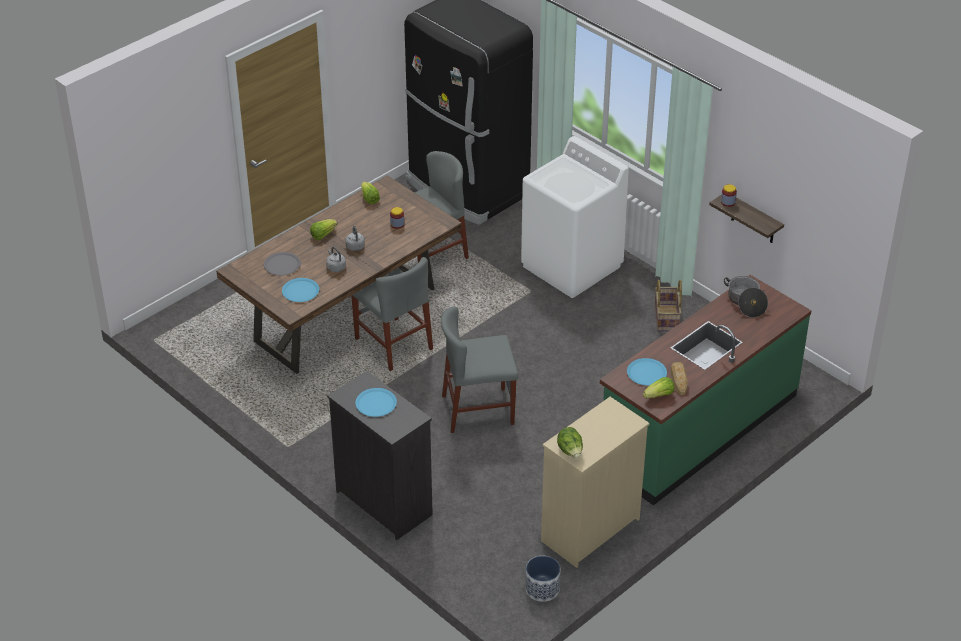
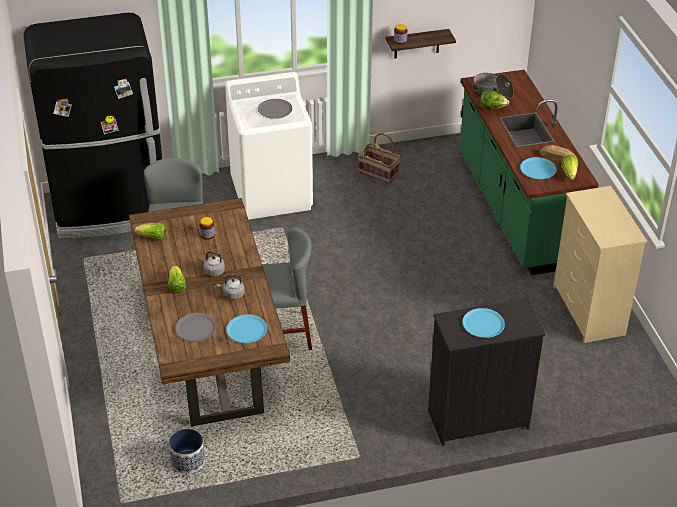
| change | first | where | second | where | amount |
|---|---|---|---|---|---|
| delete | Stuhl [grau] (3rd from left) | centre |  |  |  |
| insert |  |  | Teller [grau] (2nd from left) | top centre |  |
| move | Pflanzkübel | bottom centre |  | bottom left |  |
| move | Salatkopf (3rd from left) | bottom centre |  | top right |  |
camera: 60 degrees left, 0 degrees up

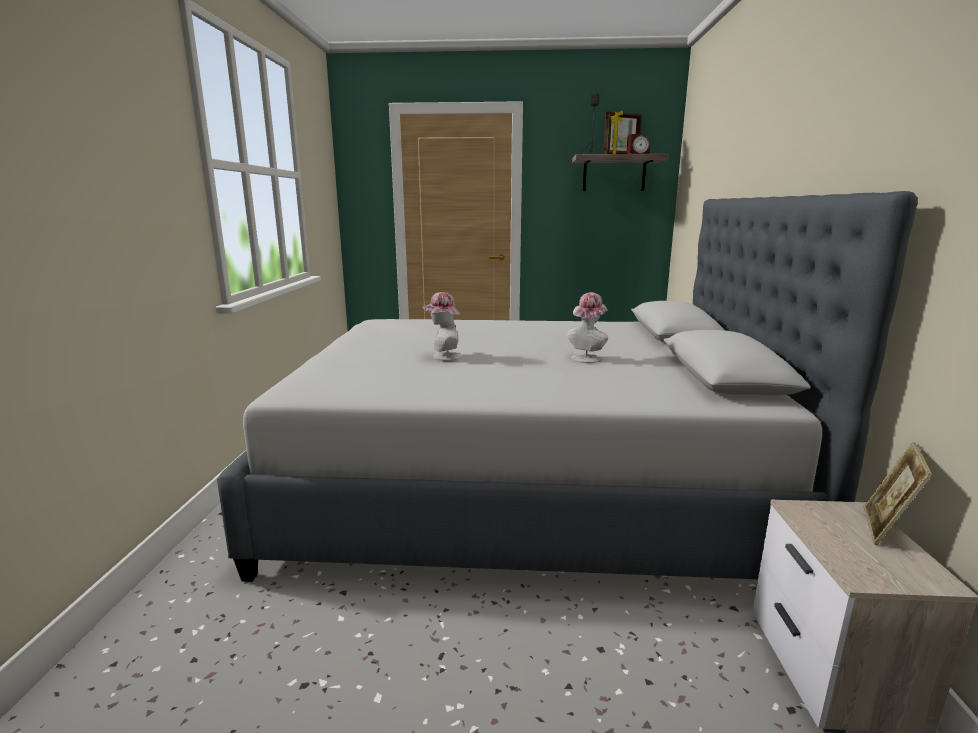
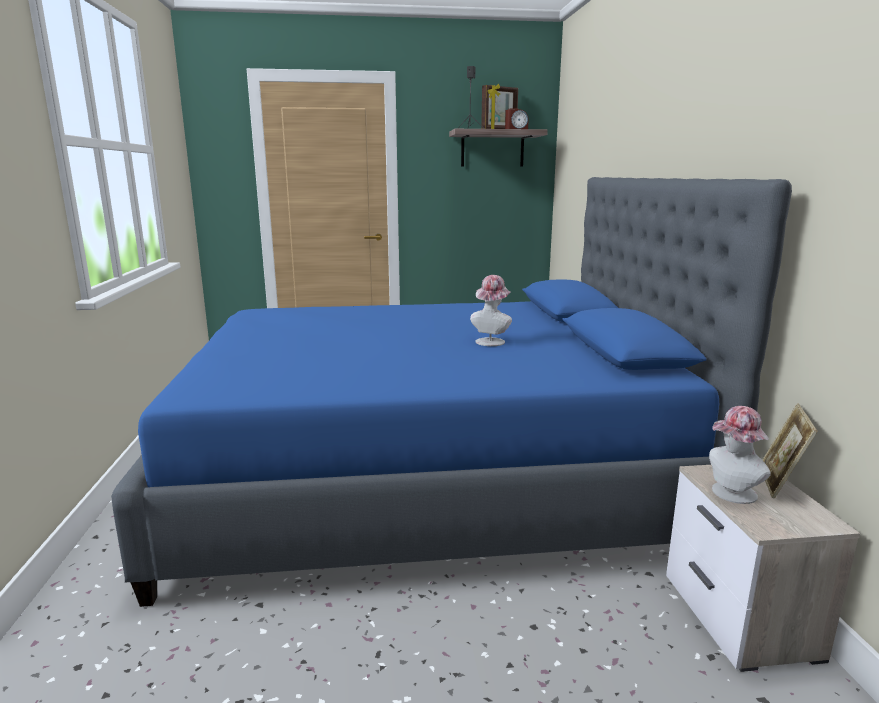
| change | first | where | second | where | amount |
|---|---|---|---|---|---|
| move | Hut (1st from left in the first image) | centre | Hut (2nd from left) | middle right |  |
| recolor | Bett [grau] | centre | Bett [blau] | centre |  |
camera: 10 degrees left, 0 degrees up

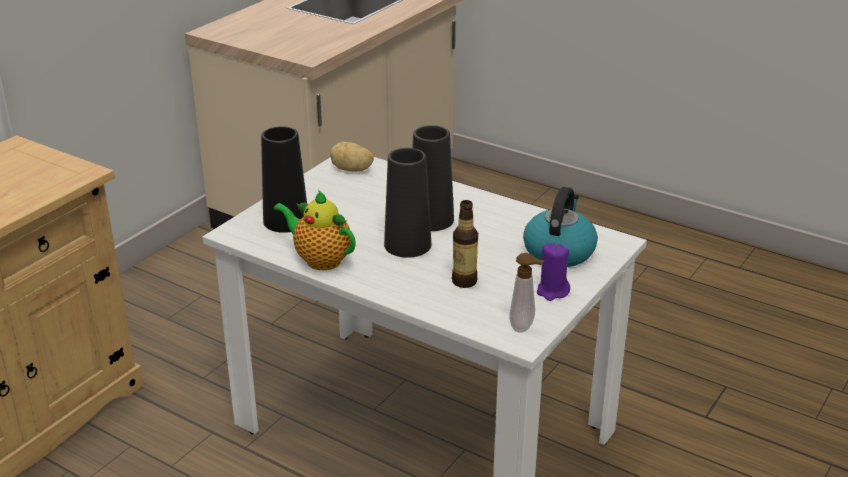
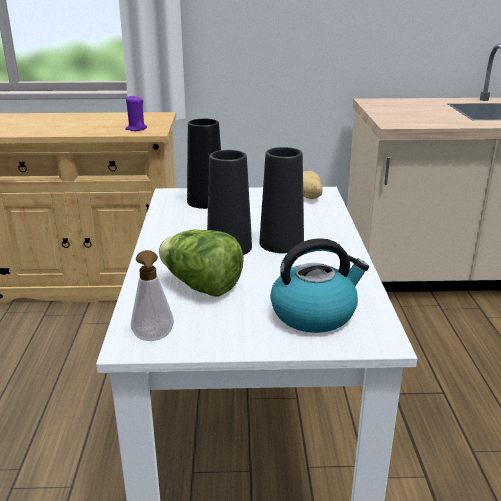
| change | first | where | second | where | amount |
|---|---|---|---|---|---|
| delete | Teekanne | centre |  |  |  |
| move | Kerze [lila] | centre |  | top left |  |
| replace | Flasche | centre | Salatkopf | centre |  |
camera: 55 degrees right, 5 degrees down

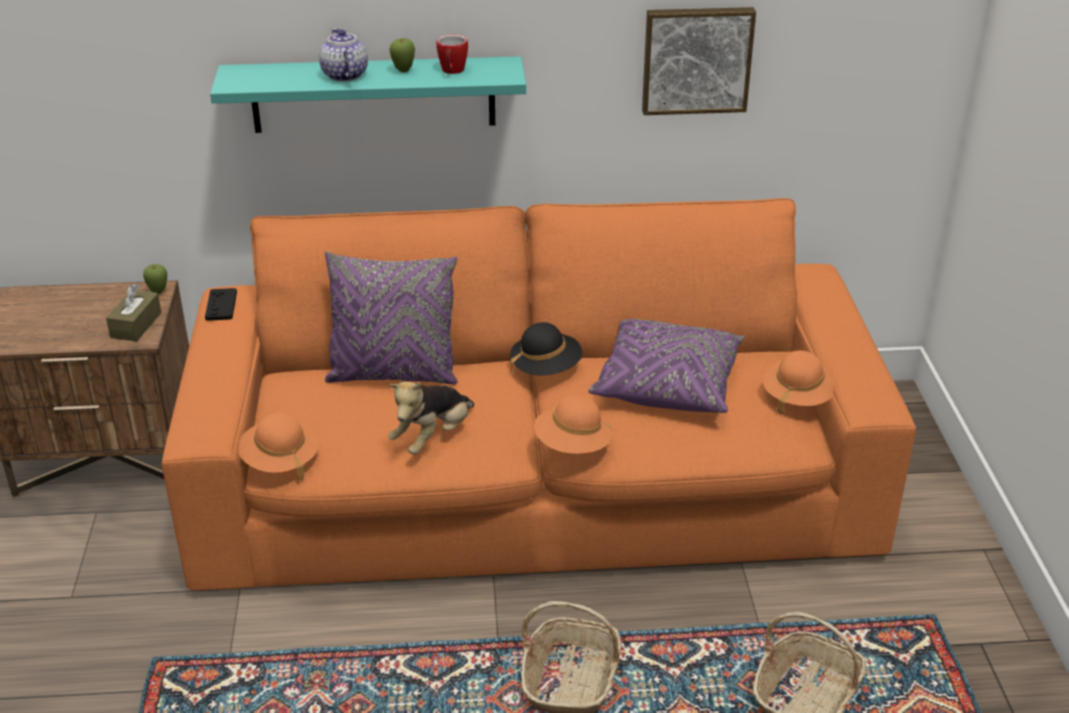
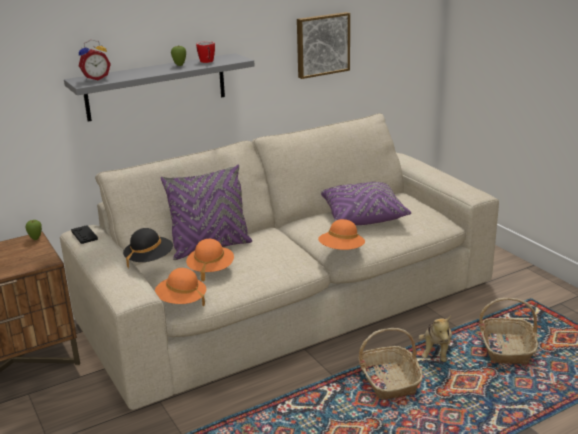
| change | first | where | second | where | amount |
|---|---|---|---|---|---|
| delete | Taschentuchbox [braun] | middle left |  |  |  |
| delete | Teekanne | top left |  |  |  |
| insert |  |  | Wecker | top left |  |
| move | Plüschtier | centre |  | bottom right |  |
| move | Hut [schwarz] | centre |  | middle left |  |
| move | Hut [orange] (3rd from left in the first image) | middle right | Hut [orange] (2nd from left) | centre |  |
| recolor | Sofa [orange] | centre | Sofa [beige] | centre |  |
| recolor | Wandregal [türkis] | top centre | Wandregal [grau] | top left |  |
camera: 25 degrees left, 10 degrees down

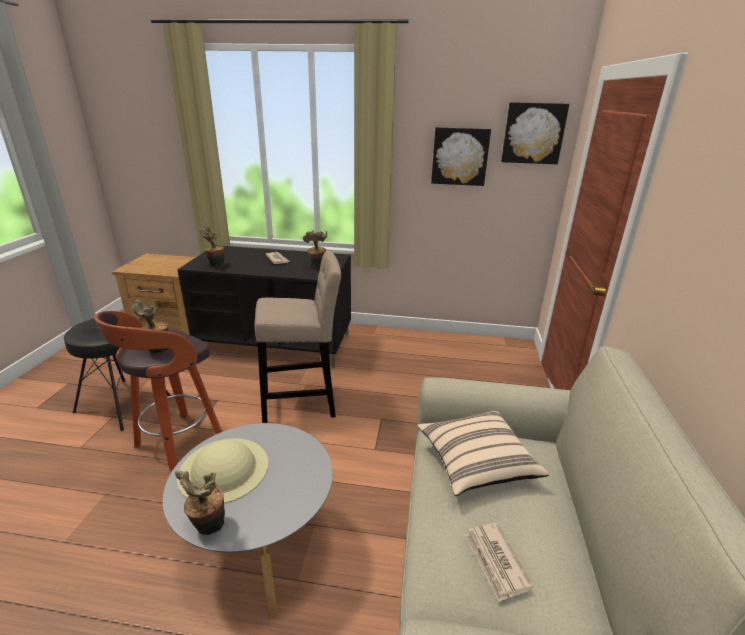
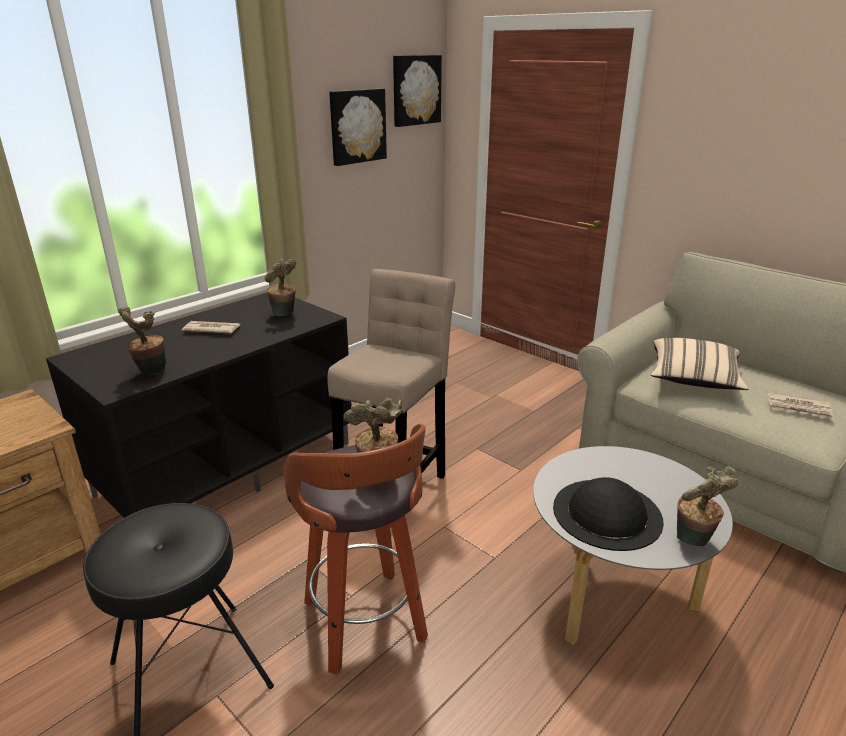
| change | first | where | second | where | amount |
|---|---|---|---|---|---|
| recolor | Hut [beige] | bottom left | Hut [schwarz] | bottom right |  |
camera: 55 degrees left, 0 degrees up

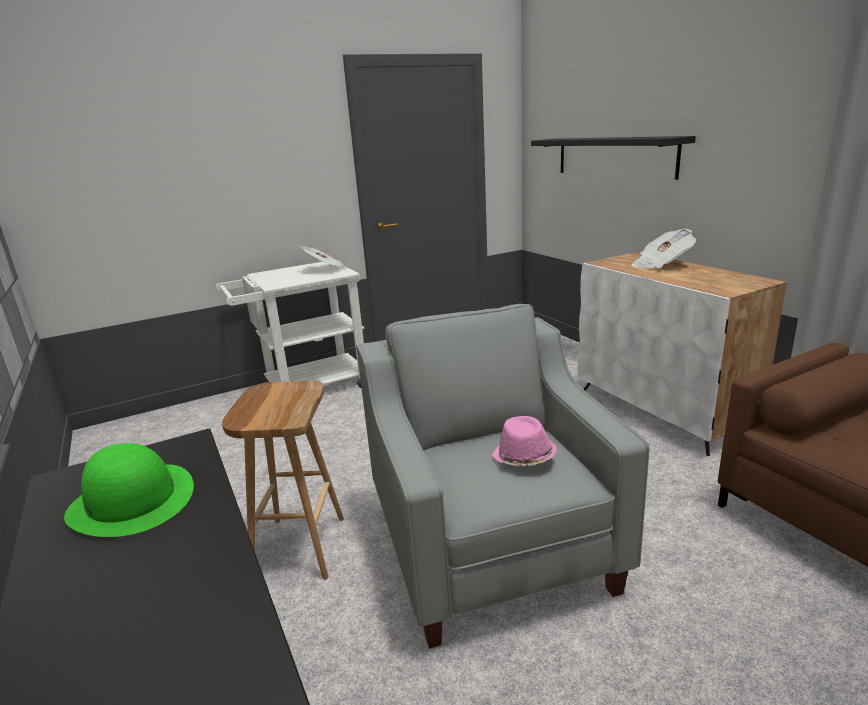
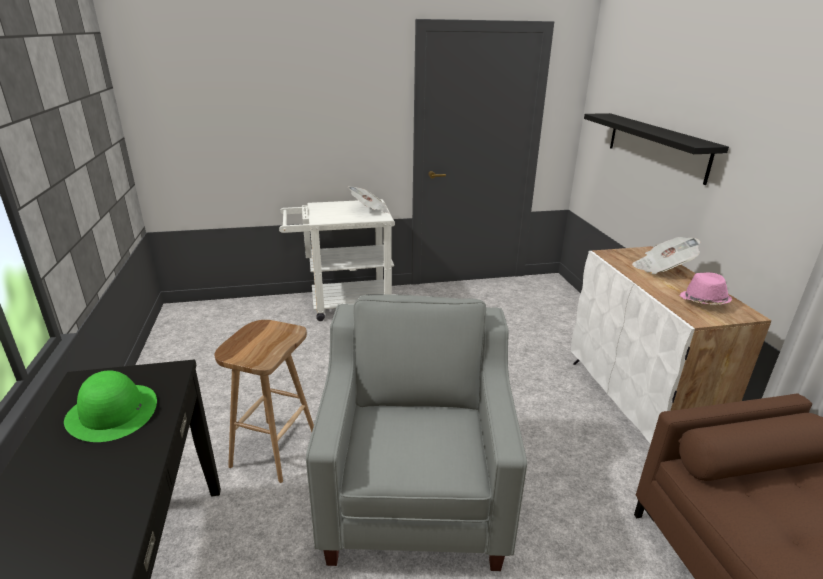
| change | first | where | second | where | amount |
|---|---|---|---|---|---|
| move | Hut [rosa] | centre |  | middle right |  |
camera: 15 degrees right, 5 degrees up

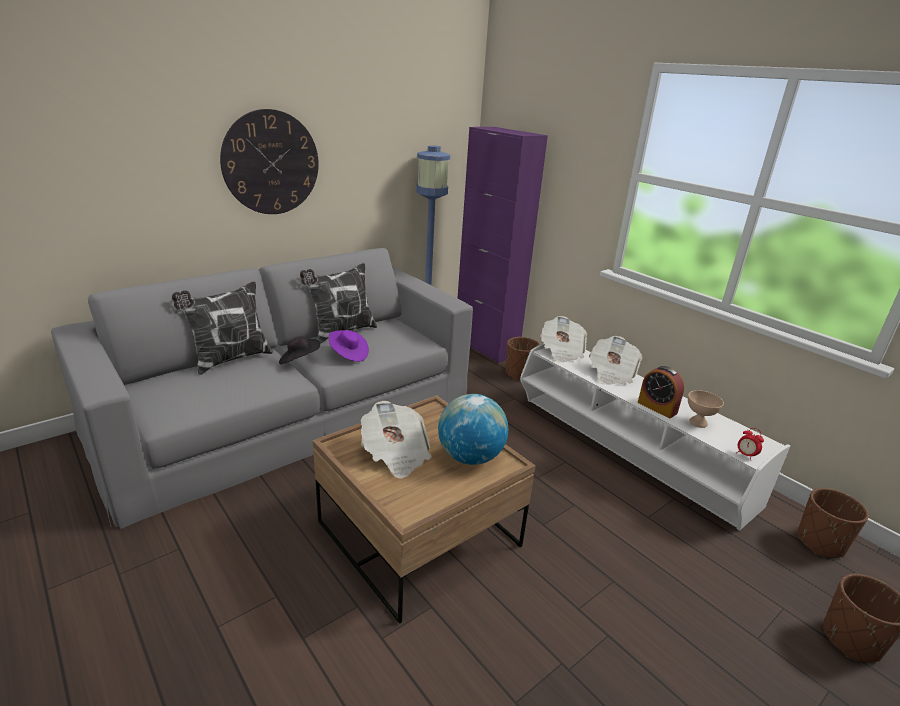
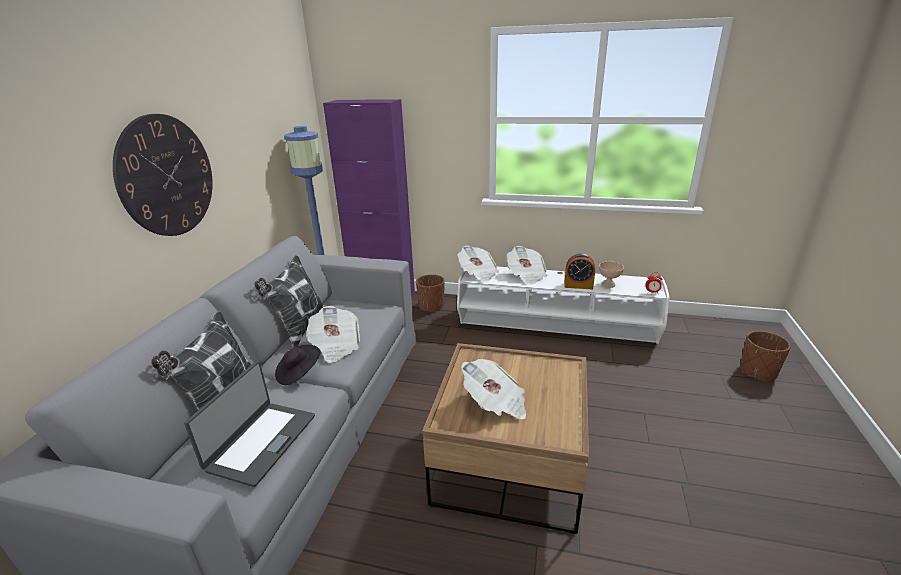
| change | first | where | second | where | amount |
|---|---|---|---|---|---|
| delete | Globus | centre |  |  |  |
| delete | Pflanzkübel [braun] (2nd from left) | bottom right |  |  |  |
| insert |  |  | Laptop | bottom left |  |
| replace | Hut [lila] | centre | Zeitung (1st from left) | centre |  |
camera: 35 degrees left, 0 degrees up

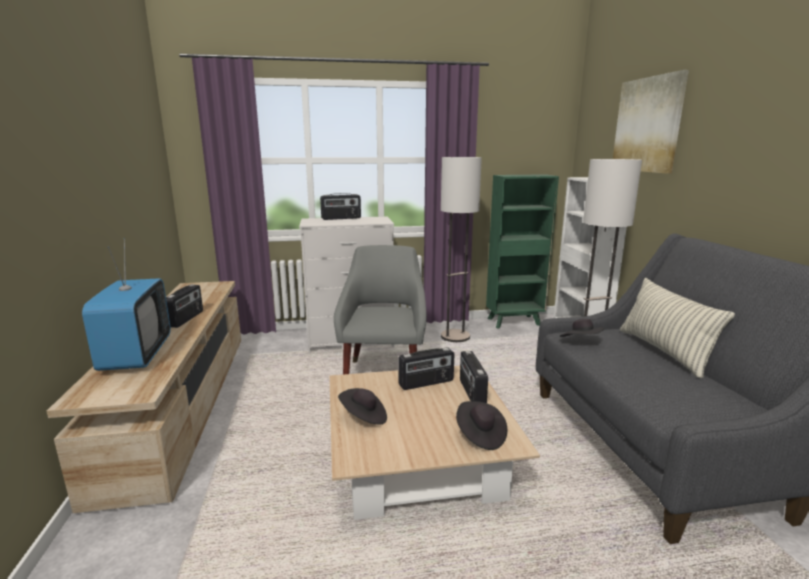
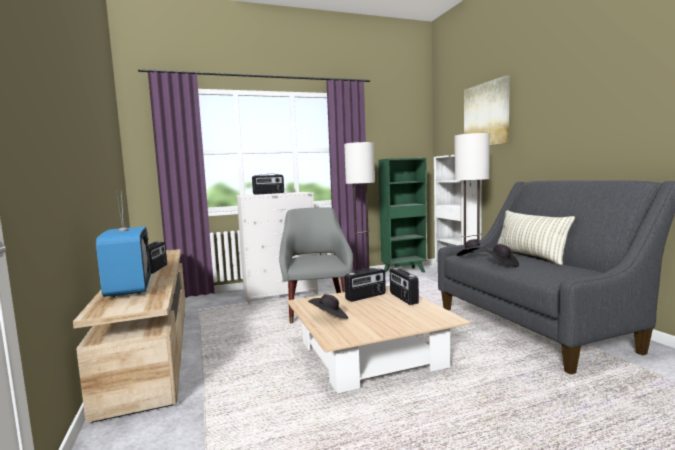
| change | first | where | second | where | amount |
|---|---|---|---|---|---|
| move | Hut [schwarz] (2nd from left in the first image) | bottom centre | Hut [schwarz] (3rd from left) | middle right |  |
camera: 10 degrees left, 10 degrees down

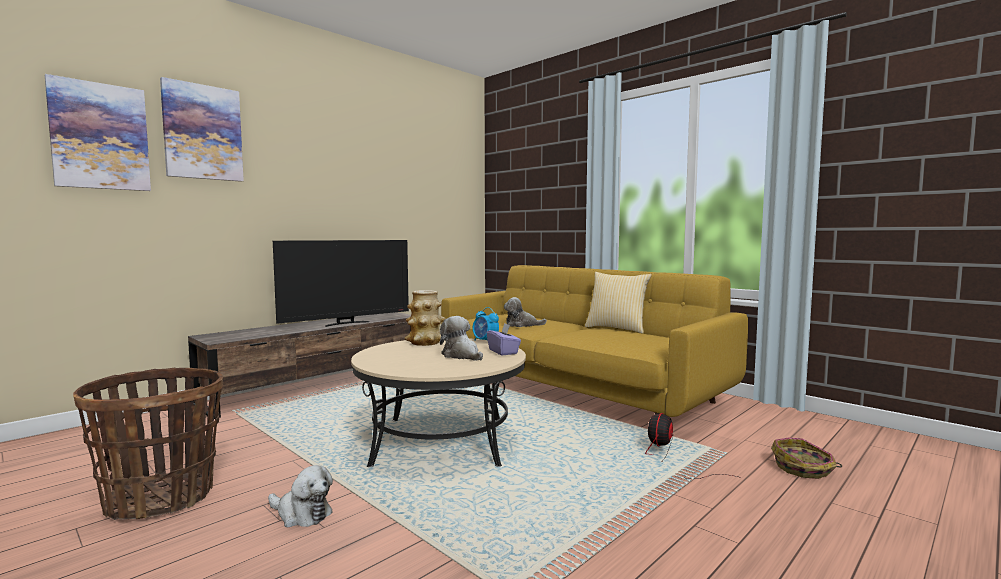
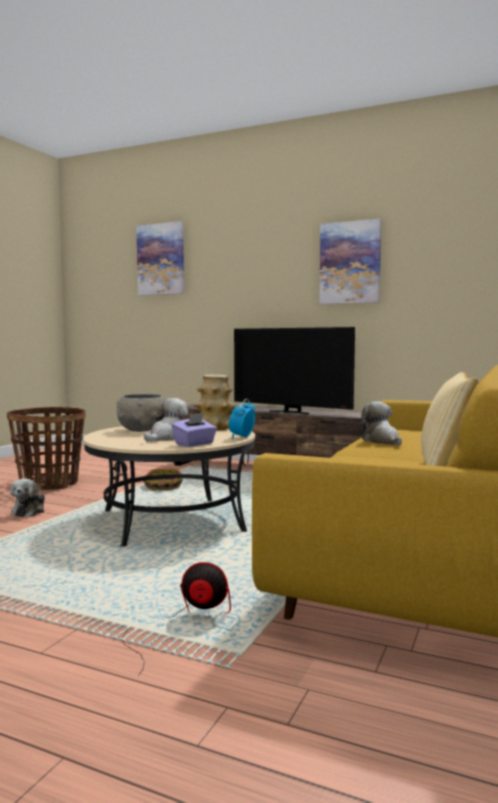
| change | first | where | second | where | amount |
|---|---|---|---|---|---|
| insert |  |  | Schüssel [grau] | middle left |  |
| move | Bild (2nd from left) | top left |  | top right |  |
| move | Korb (2nd from left) | bottom right |  | middle left |  |
camera: 70 degrees right, 0 degrees up

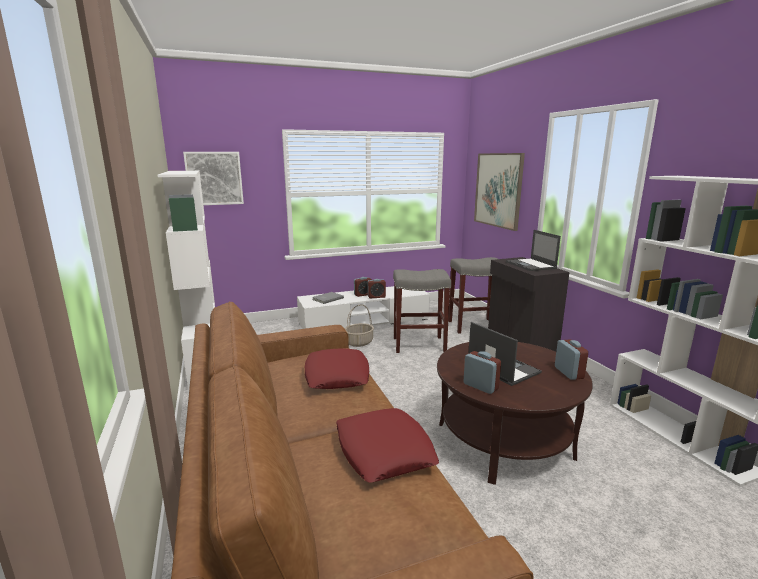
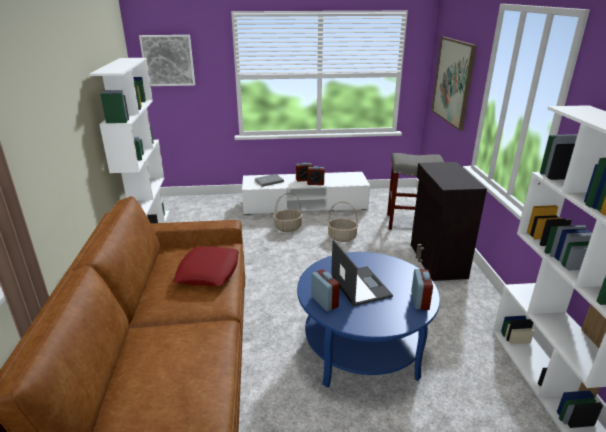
| change | first | where | second | where | amount |
|---|---|---|---|---|---|
| delete | Kissen [rot] (2nd from left) | bottom centre |  |  |  |
| delete | Laptop (2nd from left) | middle right |  |  |  |
| replace | Hocker [grau] (1st from left) | centre | Korb (2nd from left) | centre |  |
| recolor | Couchtisch [braun] | bottom right | Couchtisch [blau] | bottom centre |  |
camera: 15 degrees right, 10 degrees up

